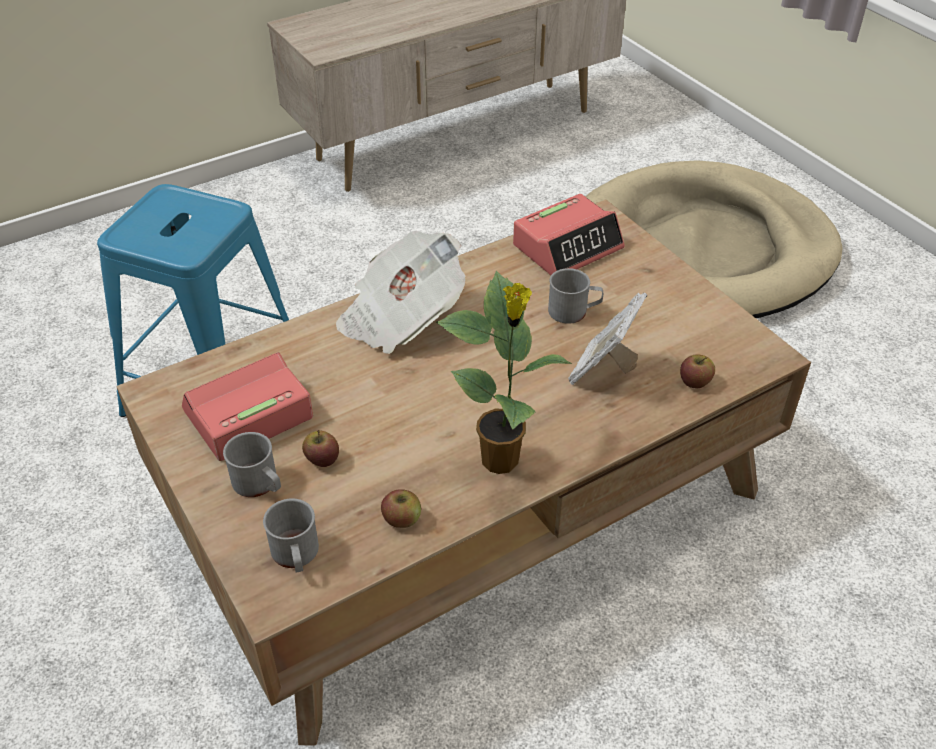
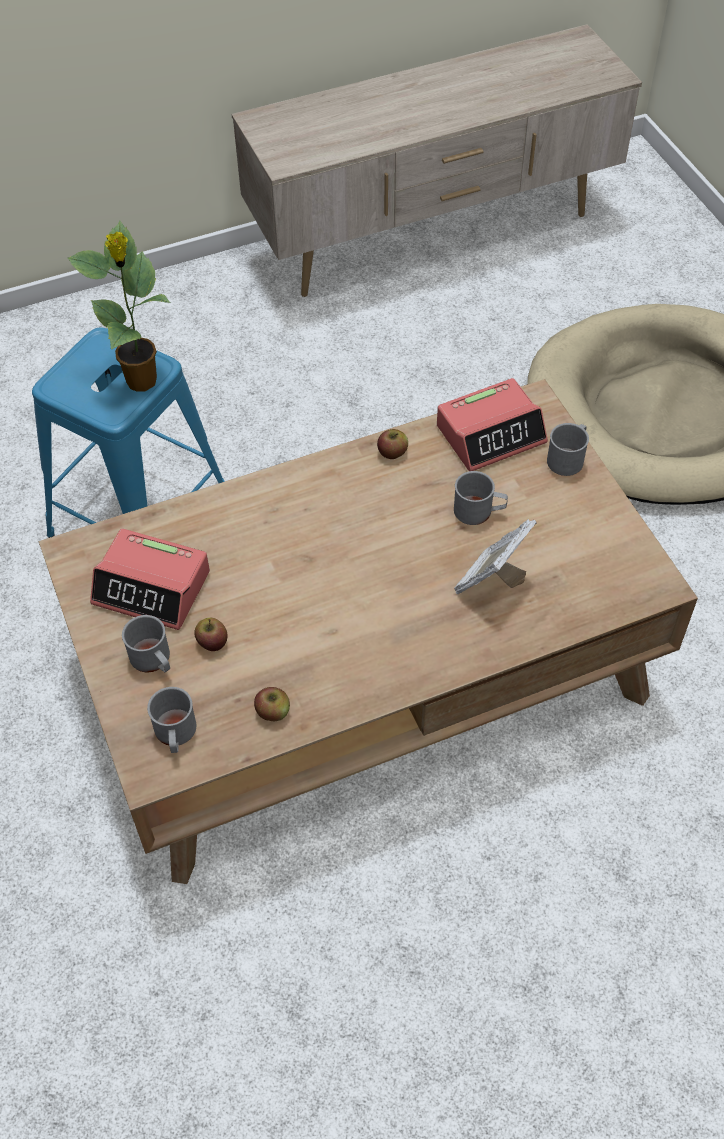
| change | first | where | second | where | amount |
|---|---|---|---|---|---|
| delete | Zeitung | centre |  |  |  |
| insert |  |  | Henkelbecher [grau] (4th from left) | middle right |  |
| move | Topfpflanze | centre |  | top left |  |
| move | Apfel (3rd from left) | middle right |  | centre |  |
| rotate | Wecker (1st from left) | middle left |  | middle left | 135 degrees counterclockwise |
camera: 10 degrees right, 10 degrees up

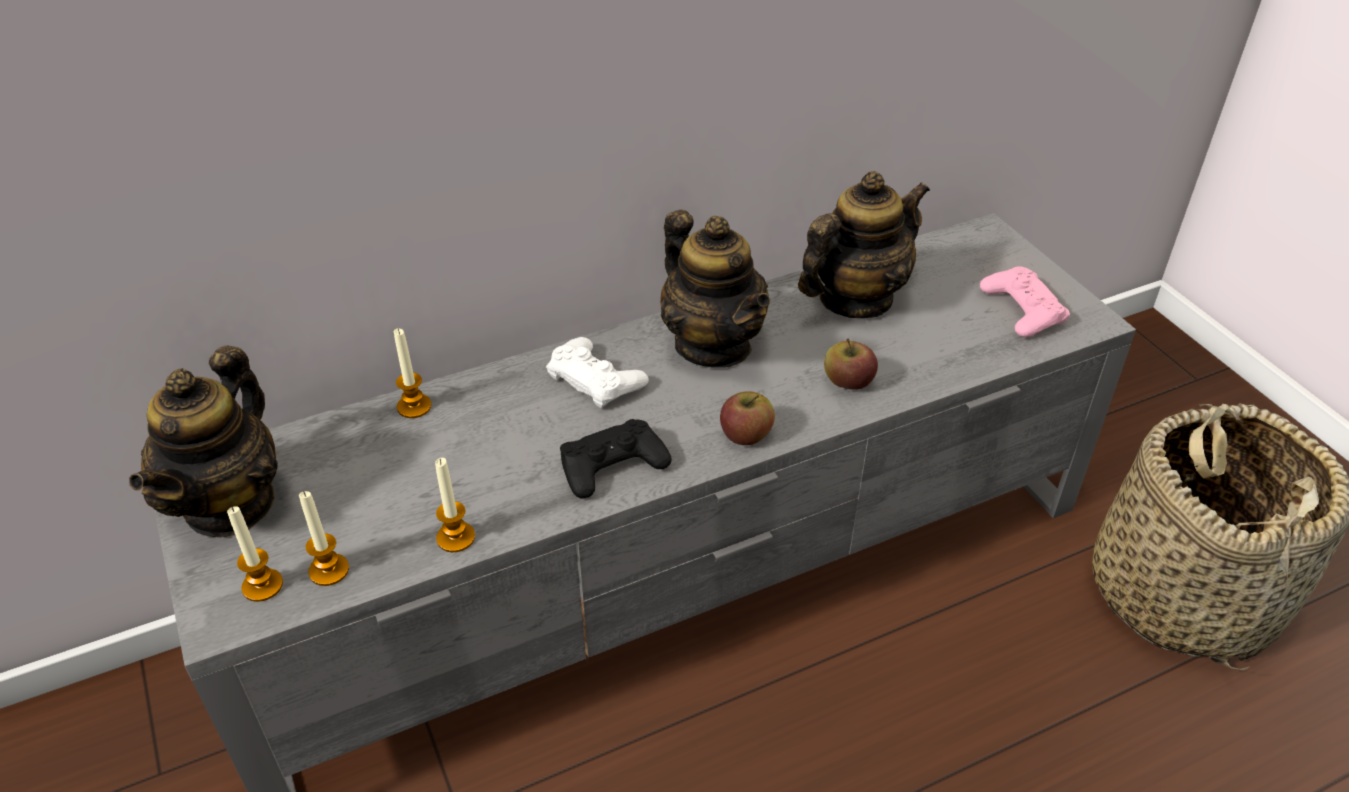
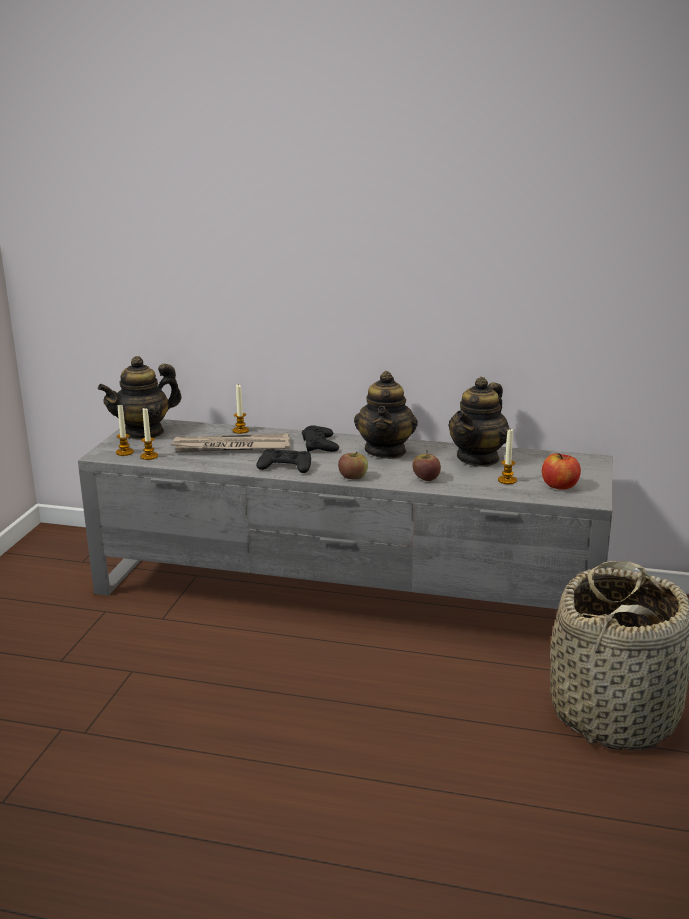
| change | first | where | second | where | amount |
|---|---|---|---|---|---|
| insert |  |  | Zeitung | centre |  |
| move | Kerze (4th from left) | centre |  | middle right |  |
| replace | Gamepad [rosa] | middle right | Apfel (3rd from left) | middle right |  |
| recolor | Gamepad [weiß] | centre | Gamepad [schwarz] (2nd from left) | centre |  |
| rotate | Teekanne (3rd from left) | top centre |  | middle right | 120 degrees clockwise |
camera: 40 degrees right, 20 degrees down

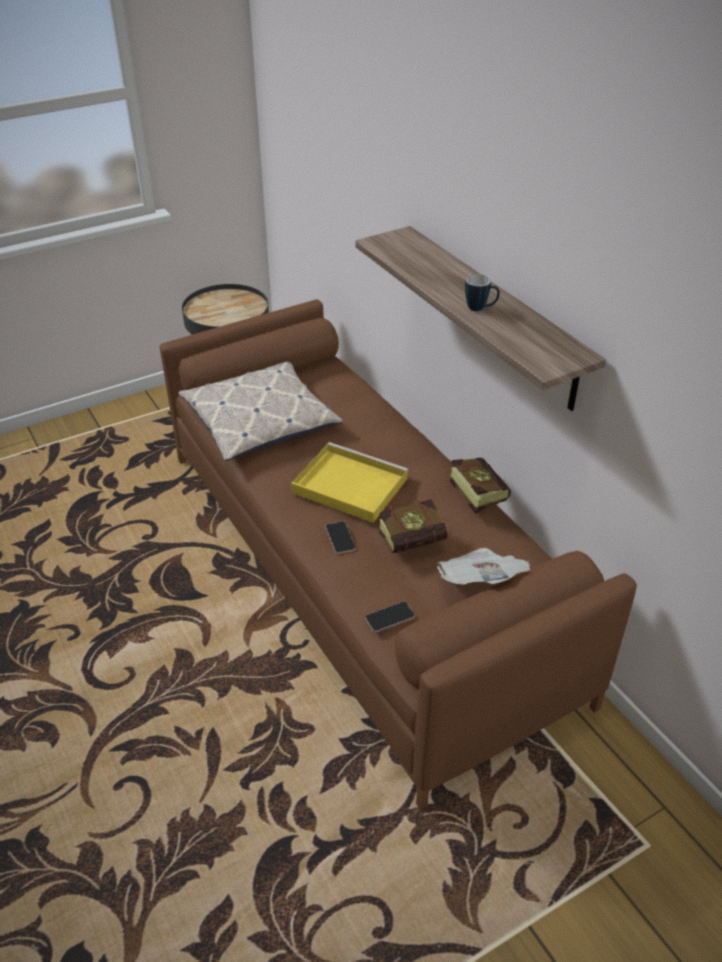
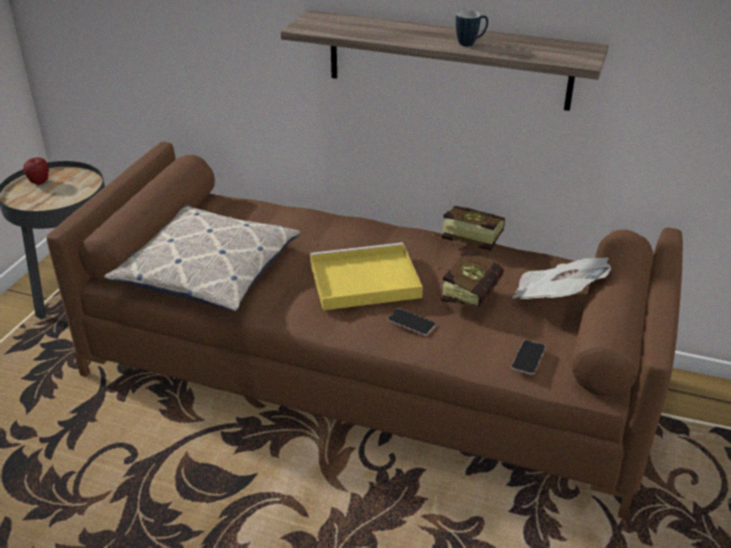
| change | first | where | second | where | amount |
|---|---|---|---|---|---|
| insert |  |  | Apfel | top left |  |
camera: 40 degrees left, 5 degrees down

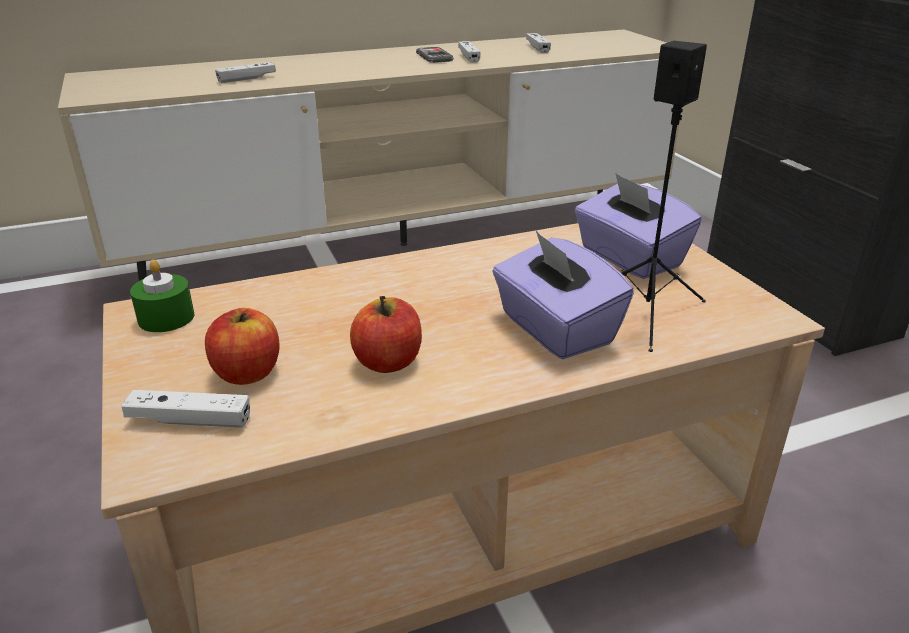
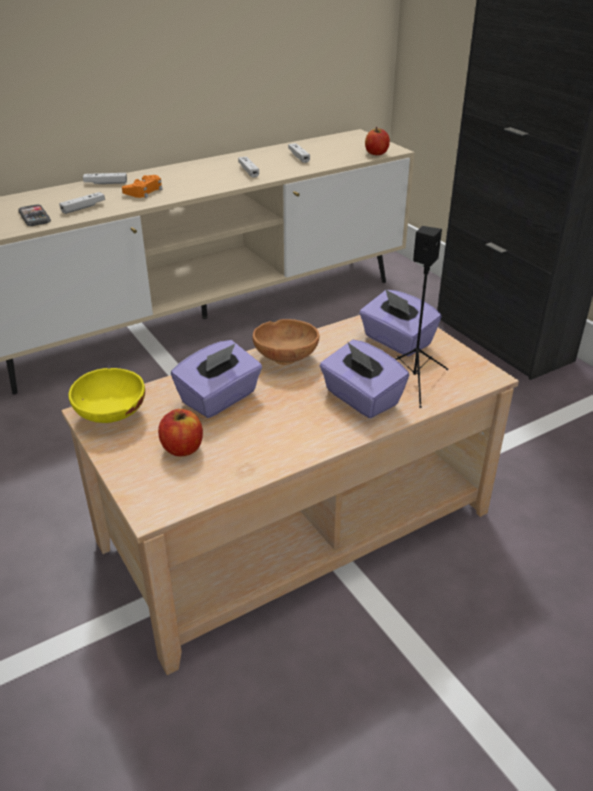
| change | first | where | second | where | amount |
|---|---|---|---|---|---|
| insert |  |  | Gamepad [orange] | top left |  |
| insert |  |  | Taschentuchbox [lila] (1st from left) | centre |  |
| insert |  |  | Schüssel [braun] | centre |  |
| move | Gamepad [weiß] (1st from left in the first image) | middle left | Gamepad [weiß] (2nd from left) | top left |  |
| move | Apfel (2nd from left) | centre |  | top centre |  |
| move | Handy | top centre |  | top left |  |
| replace | Kerze [grün] | middle left | Schüssel [gelb] | middle left |  |
camera: 10 degrees left, 5 degrees up

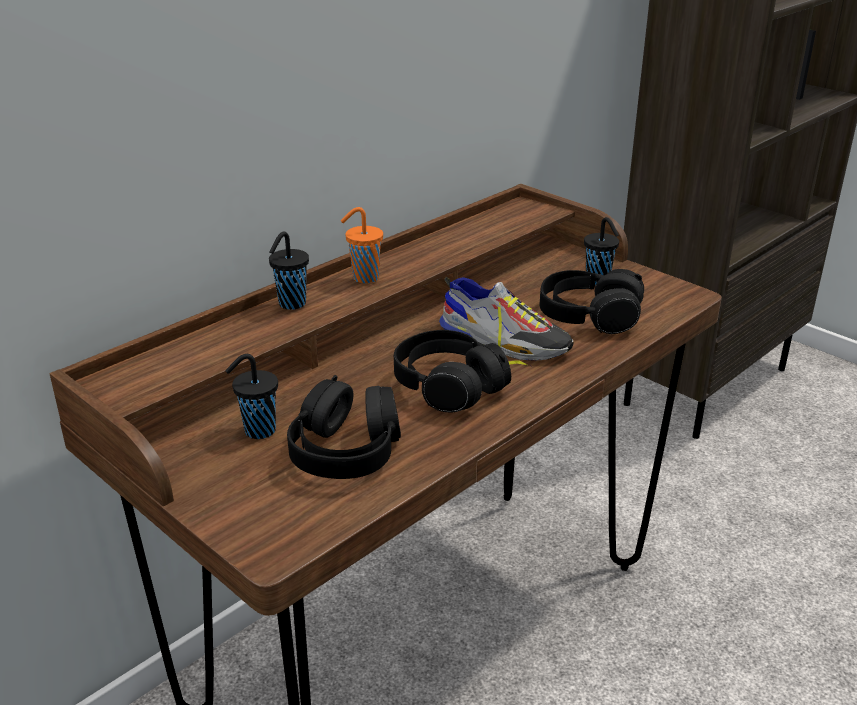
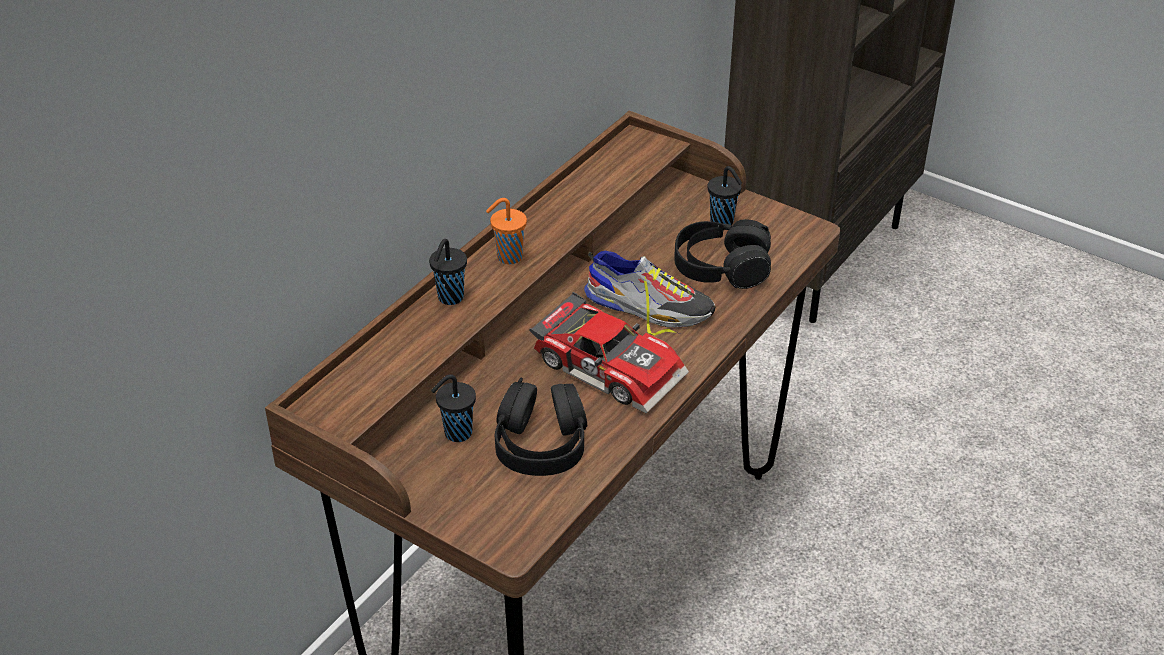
| change | first | where | second | where | amount |
|---|---|---|---|---|---|
| replace | Kopfhörer [schwarz] (2nd from left) | centre | Spielzeugauto | centre |  |
camera: 10 degrees left, 10 degrees up

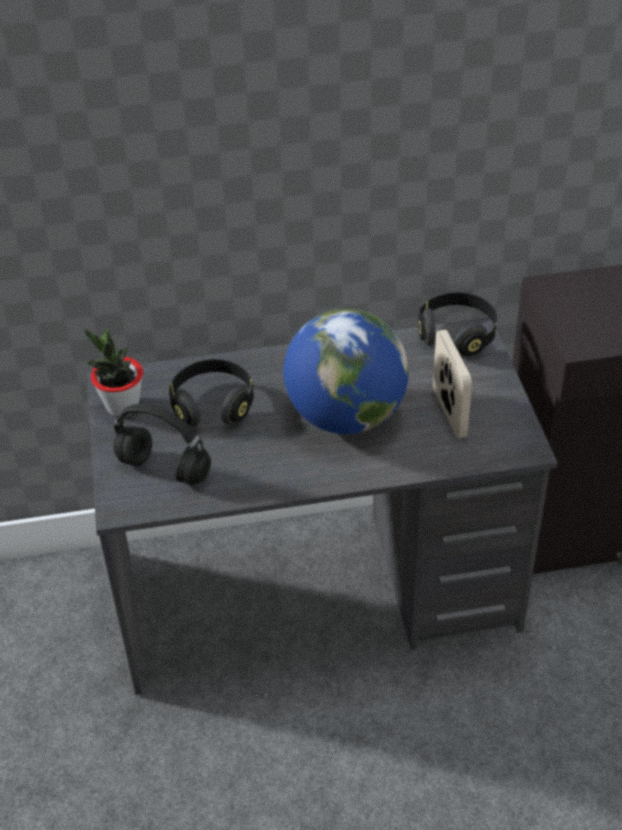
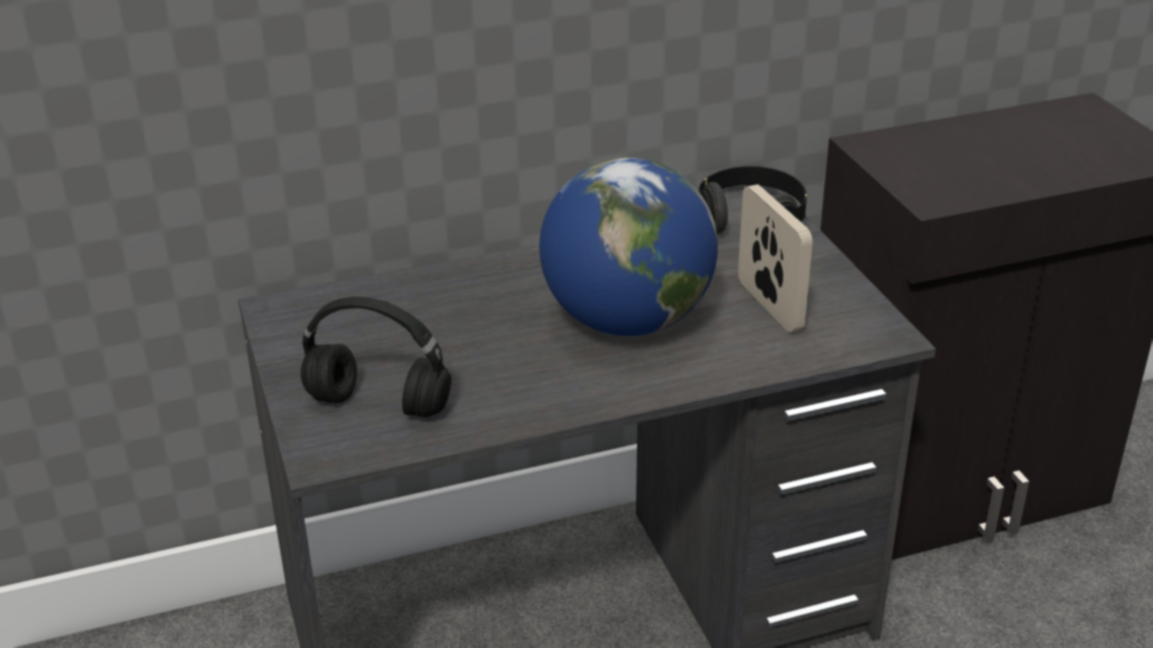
| change | first | where | second | where | amount |
|---|---|---|---|---|---|
| delete | Topfpflanze | middle left |  |  |  |
| delete | Kopfhörer [schwarz] (2nd from left) | centre |  |  |  |
camera: 10 degrees left, 10 degrees down

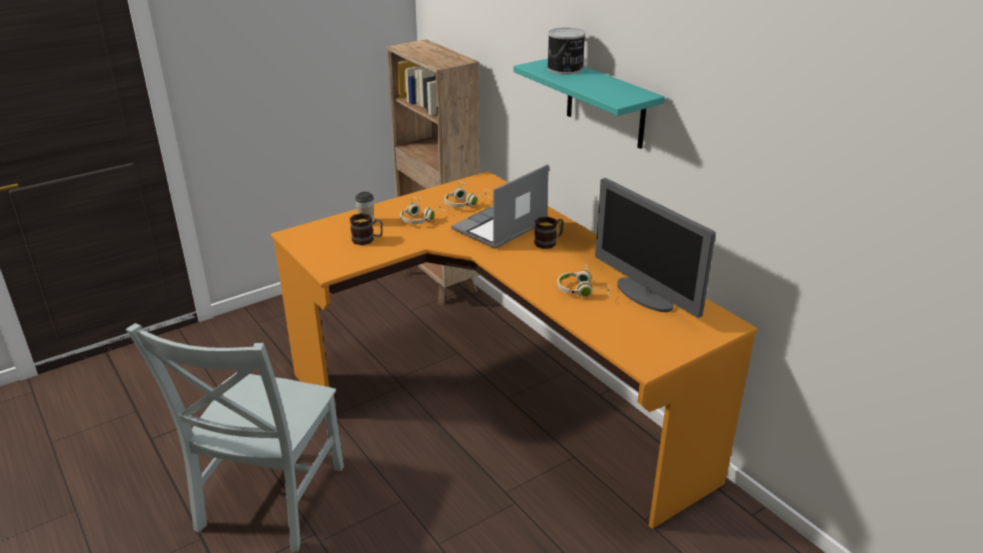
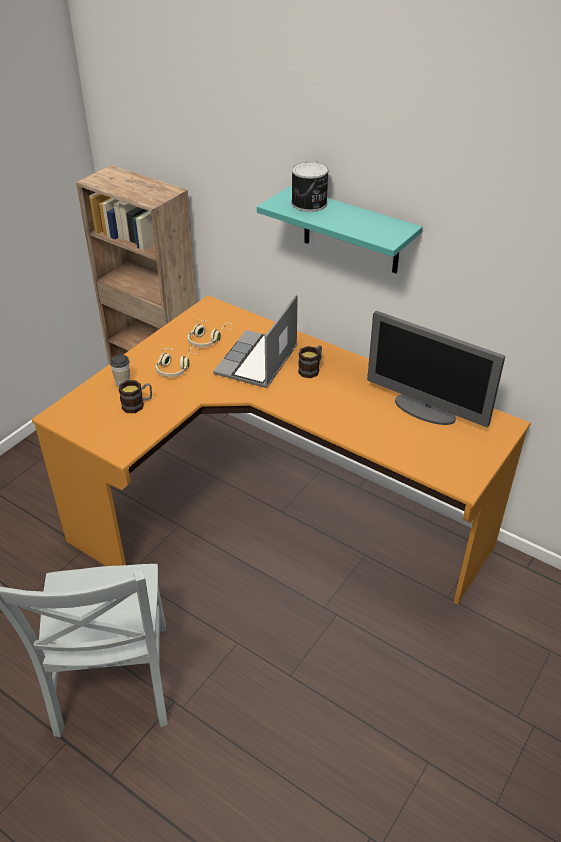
| change | first | where | second | where | amount |
|---|---|---|---|---|---|
| delete | Kopfhörer [beige] (3rd from left) | centre |  |  |  |
camera: 20 degrees left, 10 degrees up

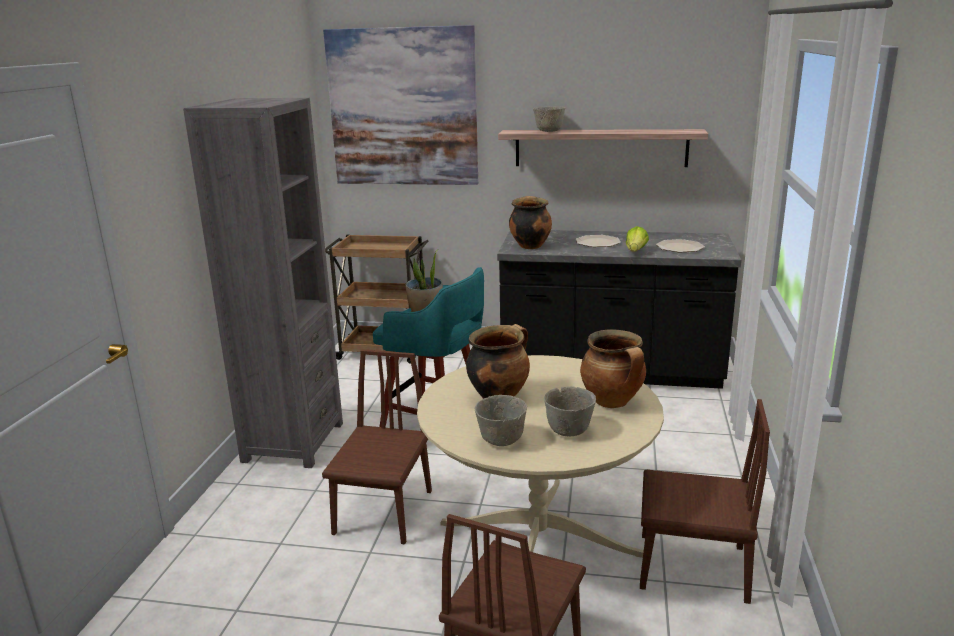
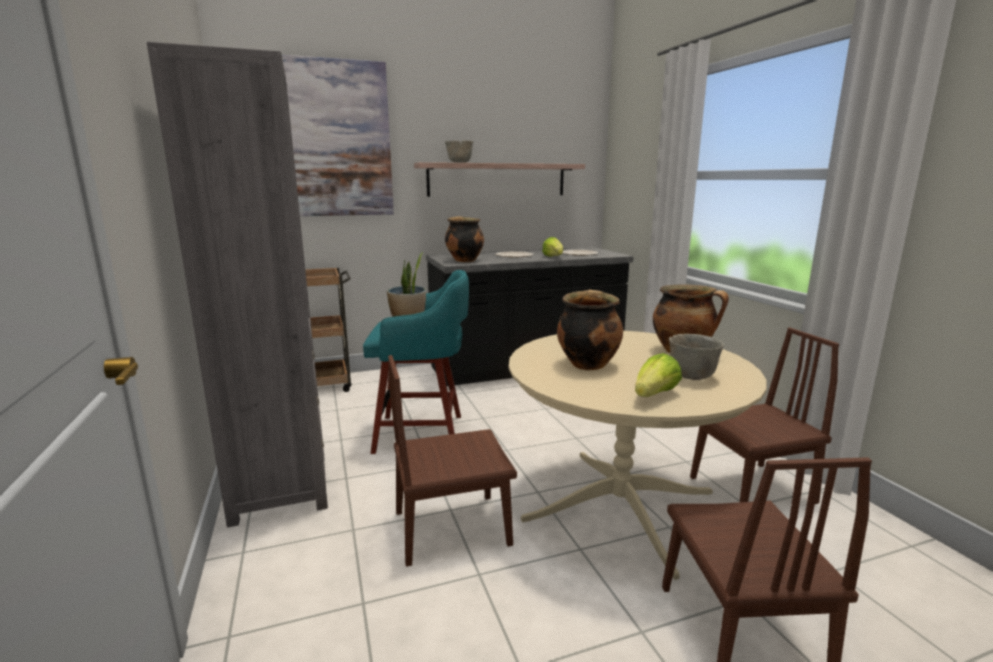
| change | first | where | second | where | amount |
|---|---|---|---|---|---|
| replace | Schüssel [grau] (1st from left) | centre | Salatkopf (2nd from left) | centre |  |
| rotate | Stuhl [braun] (1st from left) | bottom centre |  | bottom centre | 90 degrees counterclockwise |
camera: 30 degrees left, 5 degrees down

